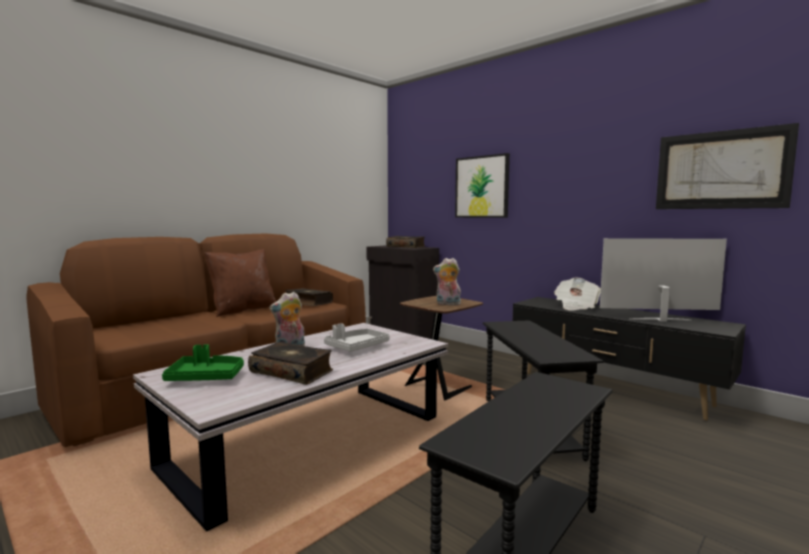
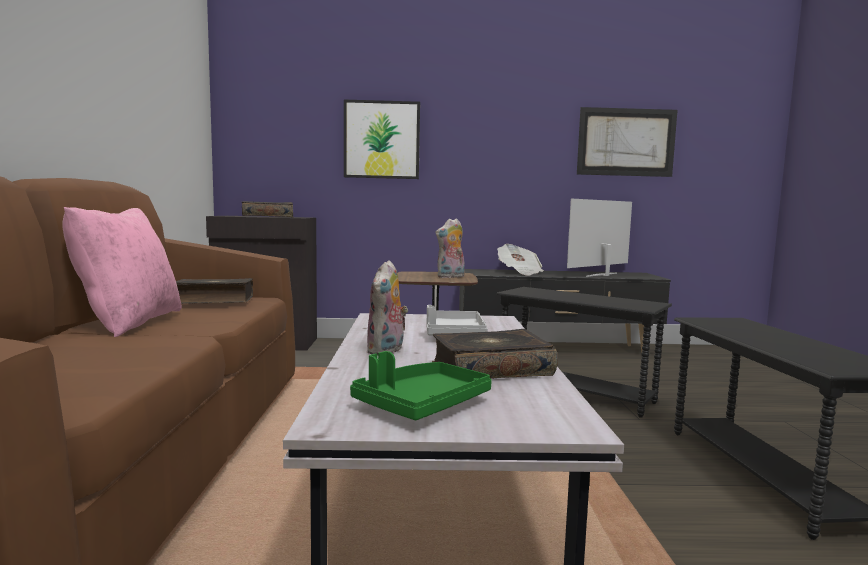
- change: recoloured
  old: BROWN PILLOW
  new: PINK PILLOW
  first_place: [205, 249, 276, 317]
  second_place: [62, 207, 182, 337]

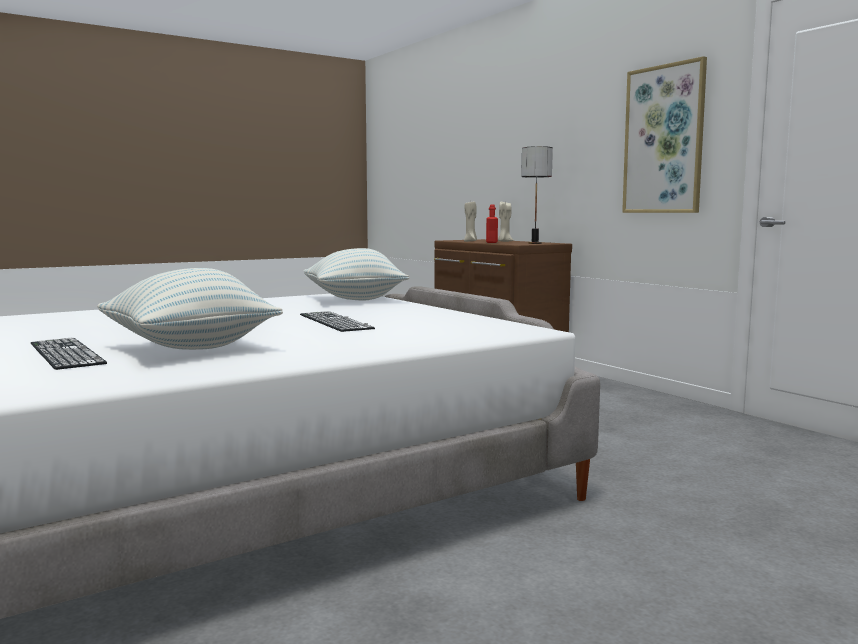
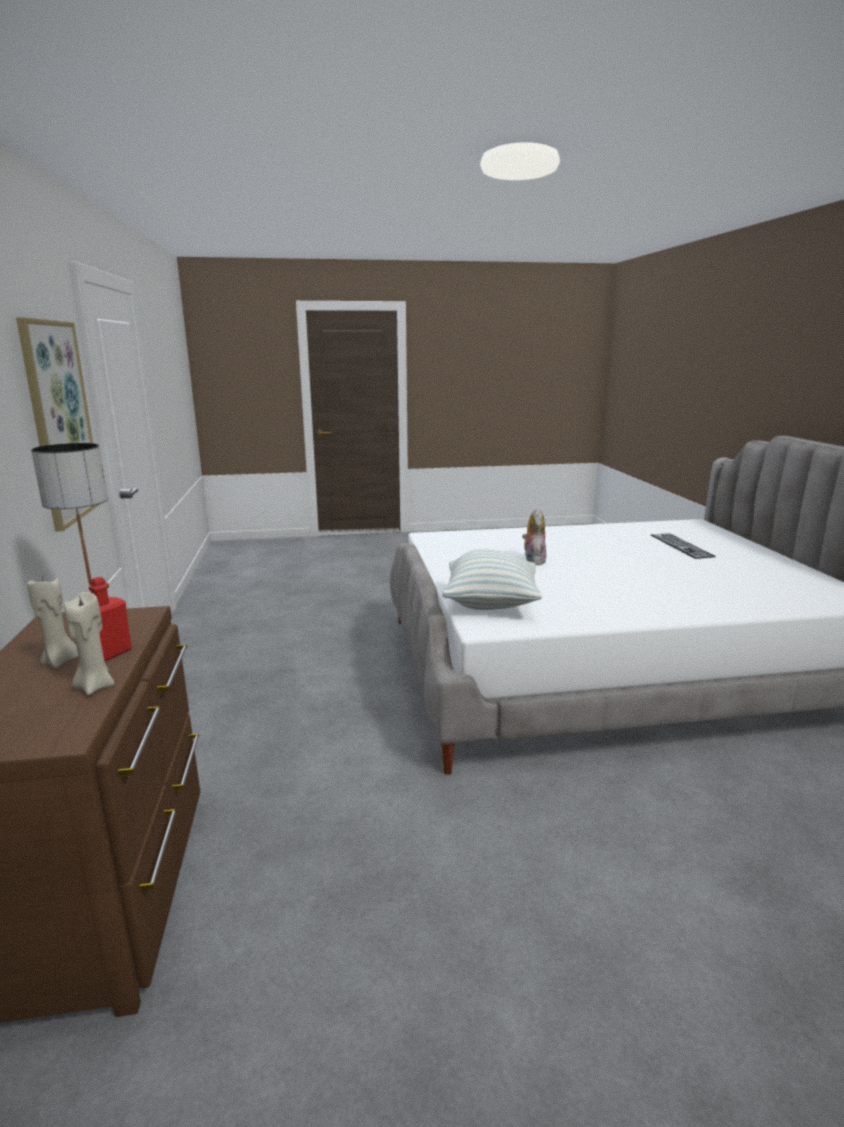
- change: removed
  old: PILLOW
  first_place: [97, 268, 283, 350]
- change: replaced
  old: KEYBOARD
  new: PLUSH TOY
  first_place: [300, 311, 375, 332]
  second_place: [522, 507, 546, 565]

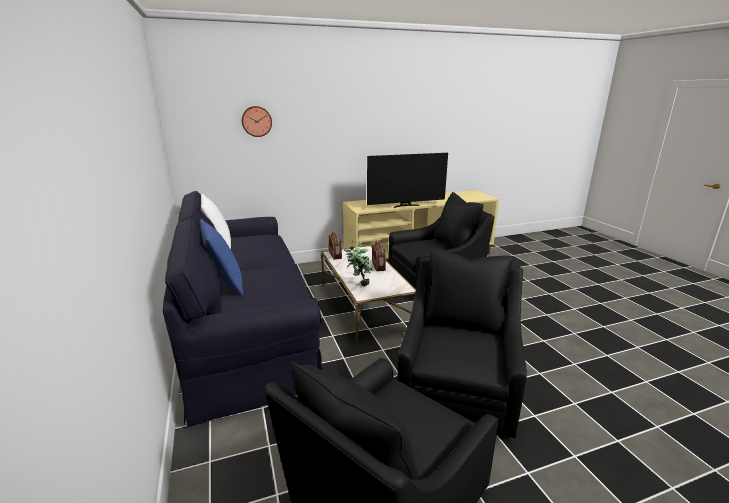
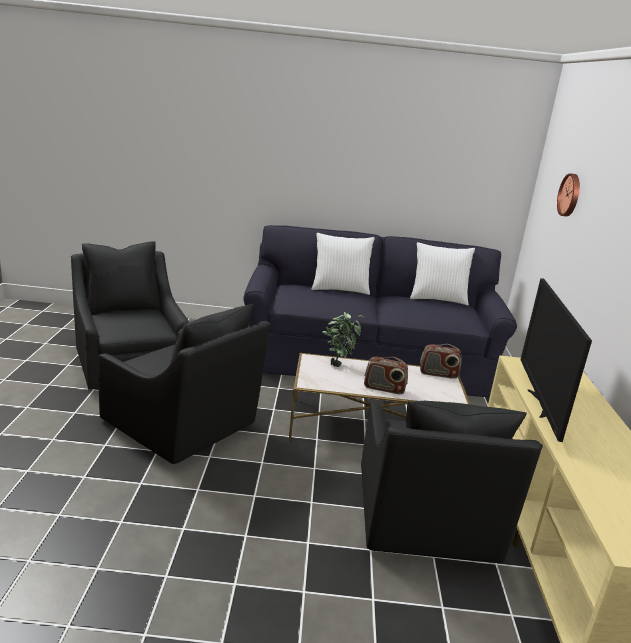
- change: recoloured
  old: BLUE PILLOW
  new: WHITE PILLOW
  first_place: [200, 219, 243, 296]
  second_place: [312, 233, 375, 295]

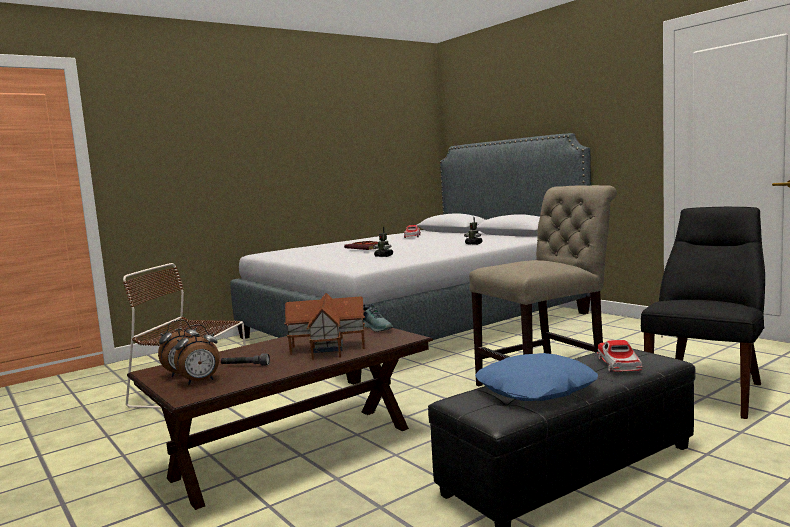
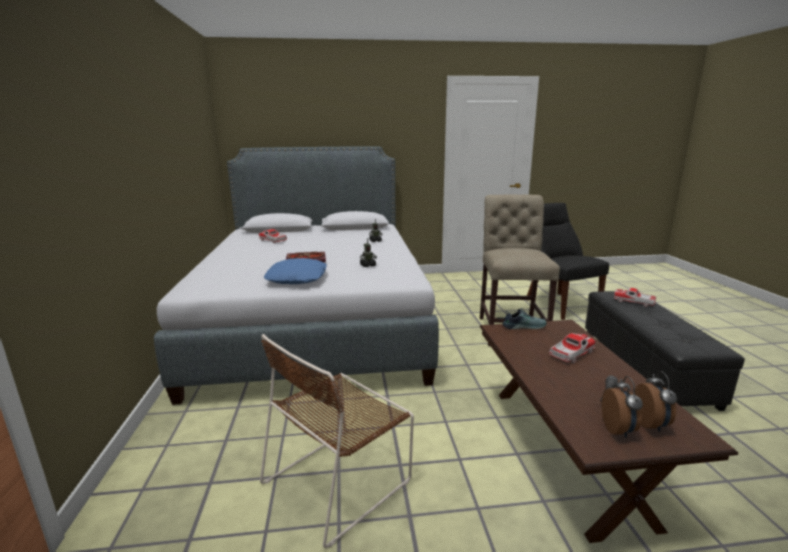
- change: moved
  old: BLUE PILLOW
  first_place: [475, 353, 598, 401]
  second_place: [264, 258, 327, 284]
- change: replaced
  old: TOY HOUSE
  new: TOY CAR
  first_place: [285, 293, 365, 360]
  second_place: [549, 333, 595, 363]

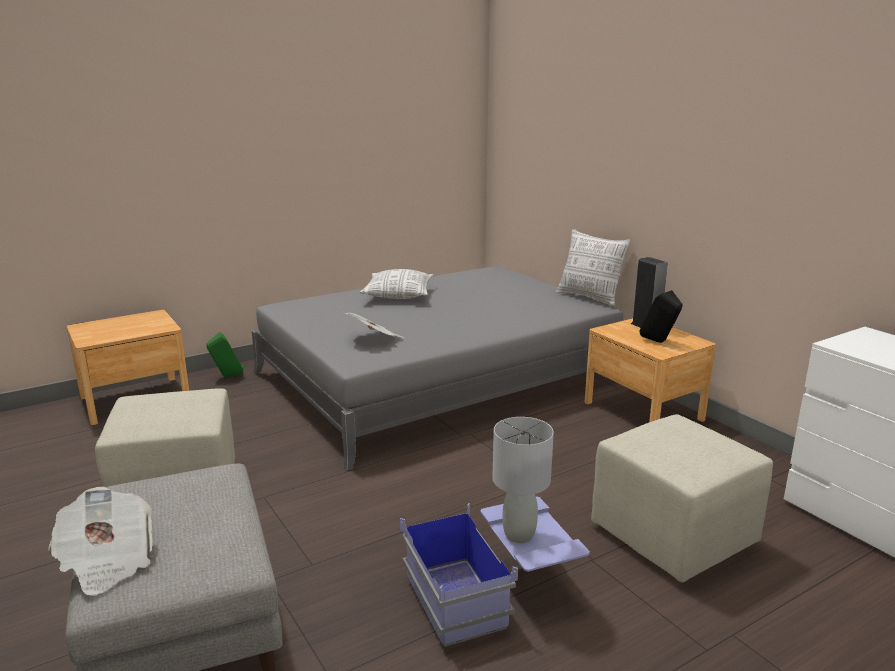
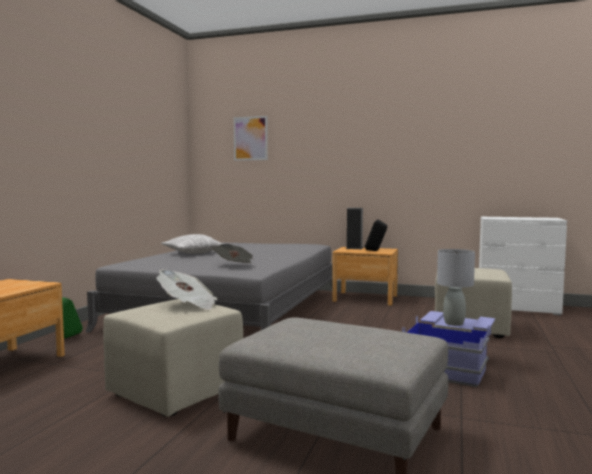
- change: removed
  old: PILLOW
  first_place: [556, 229, 630, 306]
- change: added
  new: PICTURE
  second_place: [234, 116, 268, 161]
- change: moved
  old: NEWSPAPER
  first_place: [48, 487, 153, 596]
  second_place: [156, 269, 218, 310]

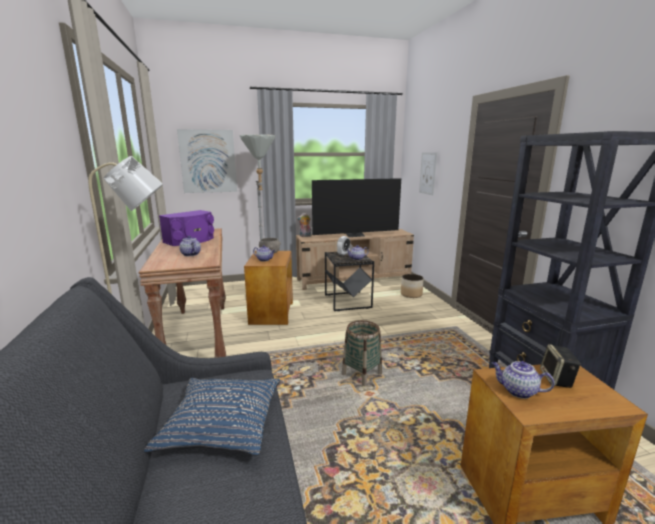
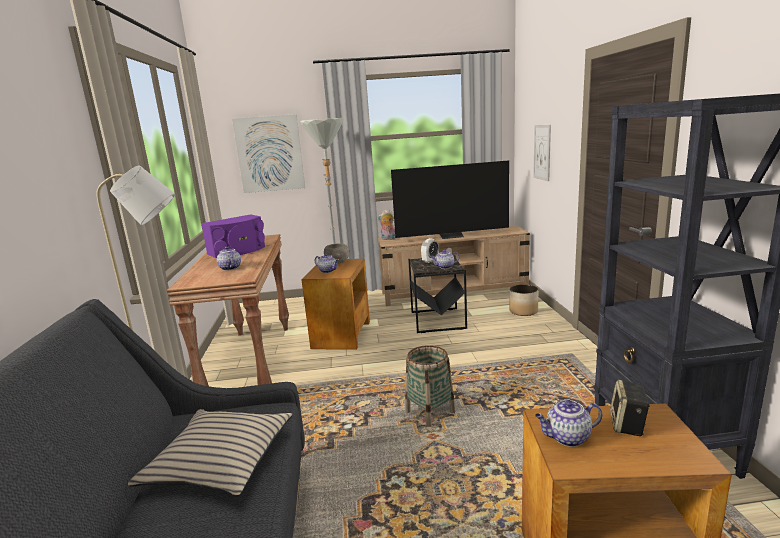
- change: recoloured
  old: BLUE PILLOW
  new: BEIGE PILLOW
  first_place: [144, 378, 280, 456]
  second_place: [128, 409, 293, 496]
- change: turned
  old: TEAPOT
  first_place: [492, 361, 555, 399]
  second_place: [535, 400, 602, 447]
  degrees: -45

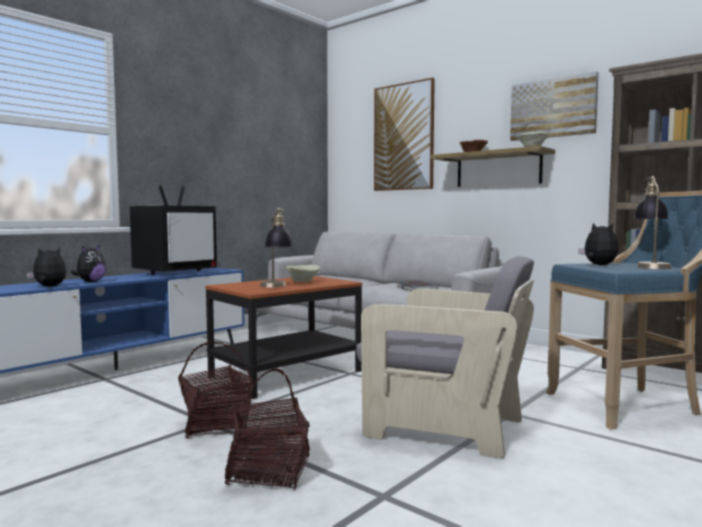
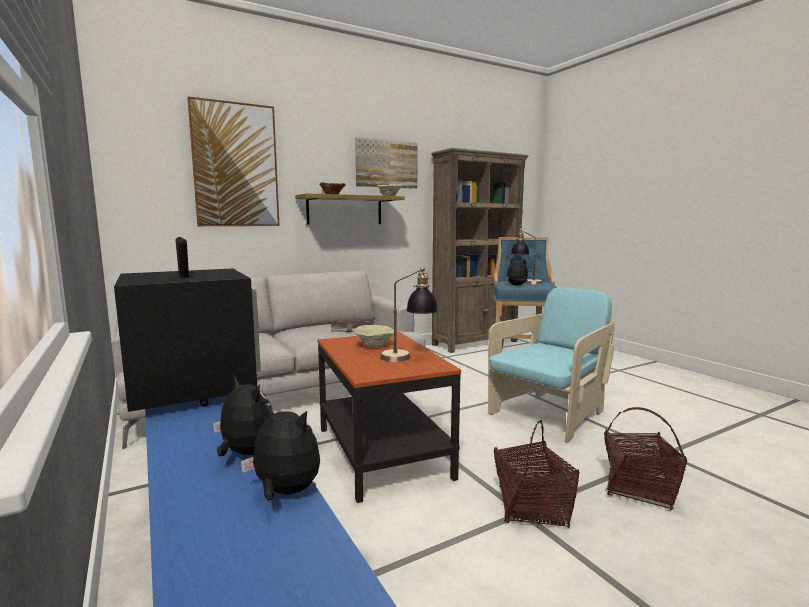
- change: recoloured
  old: GREY ARMCHAIR
  new: TURQUOISE ARMCHAIR
  first_place: [356, 256, 534, 458]
  second_place: [488, 287, 614, 443]
- change: turned
  old: PLUSH TOY
  first_place: [27, 247, 66, 287]
  second_place: [241, 402, 320, 501]
  degrees: 90

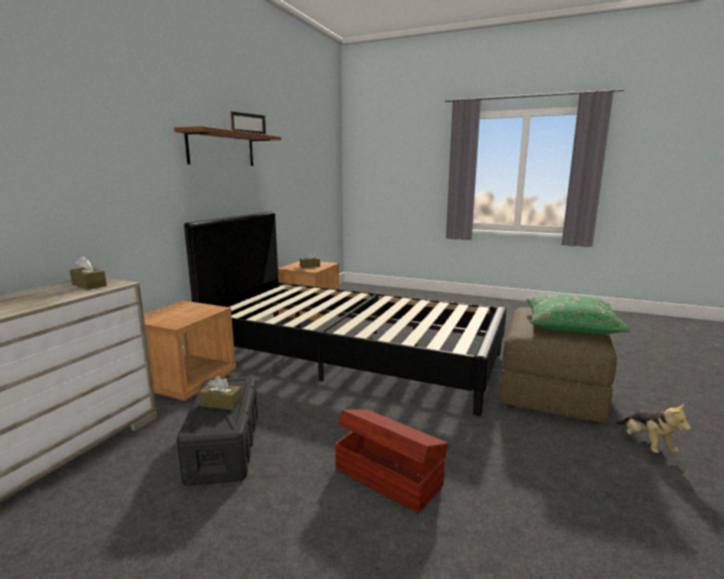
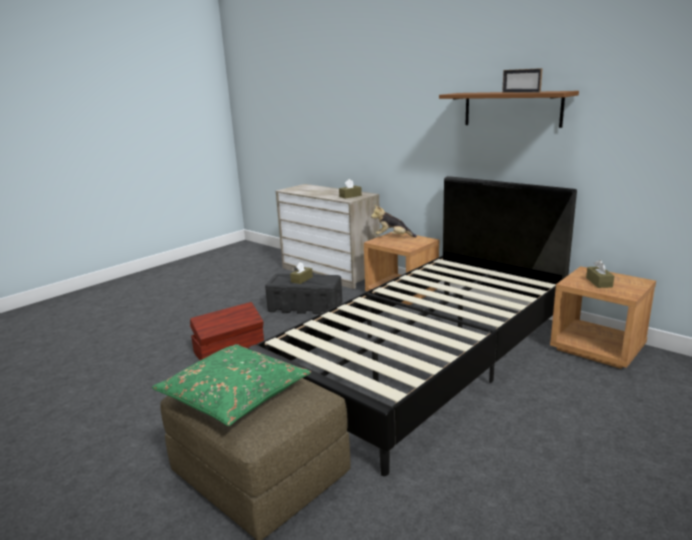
- change: moved
  old: PLUSH TOY
  first_place: [615, 403, 691, 453]
  second_place: [371, 205, 417, 237]

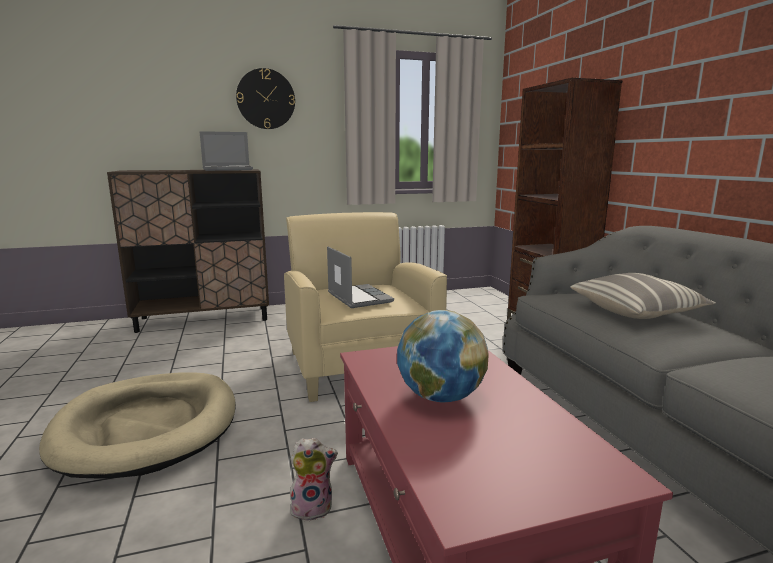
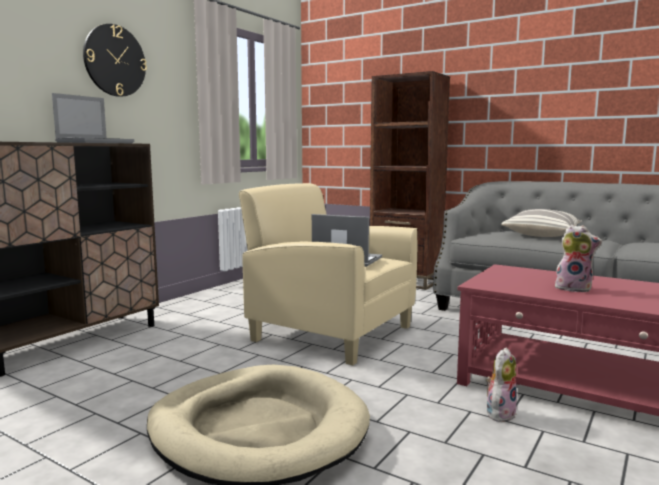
- change: replaced
  old: GLOBE
  new: PLUSH TOY
  first_place: [397, 310, 489, 402]
  second_place: [555, 224, 602, 292]

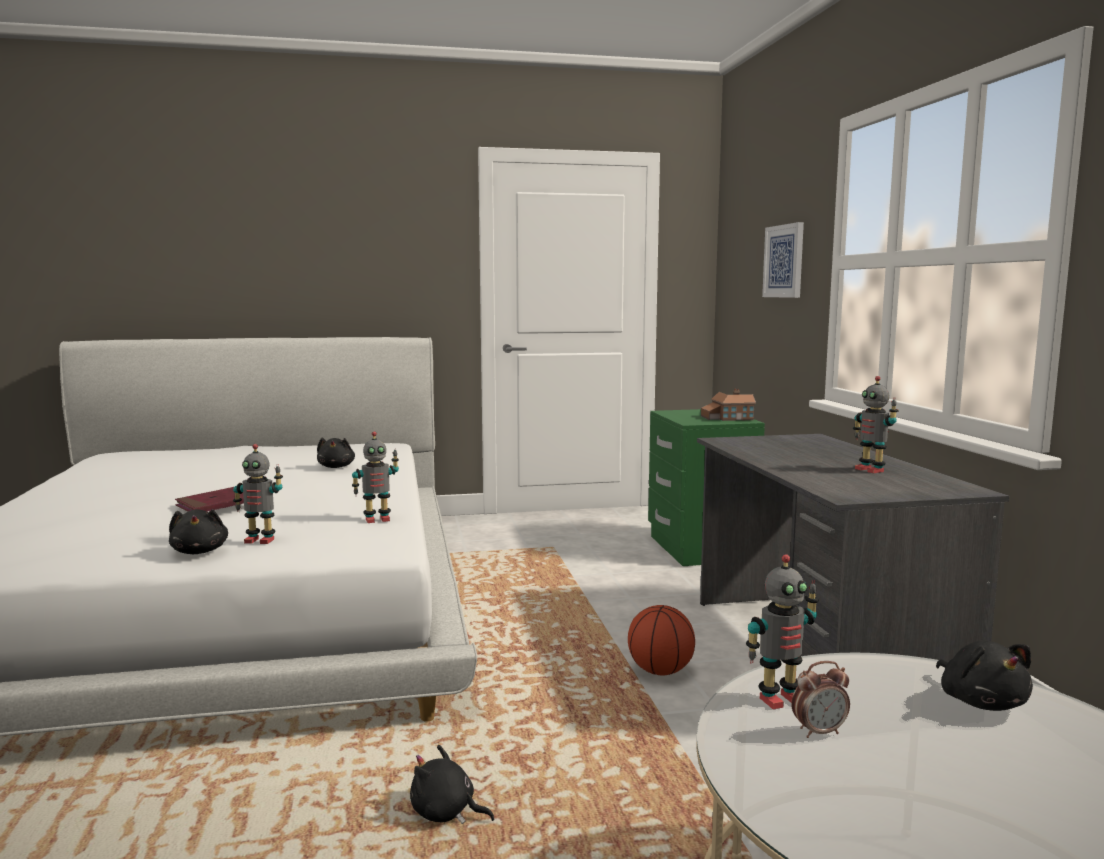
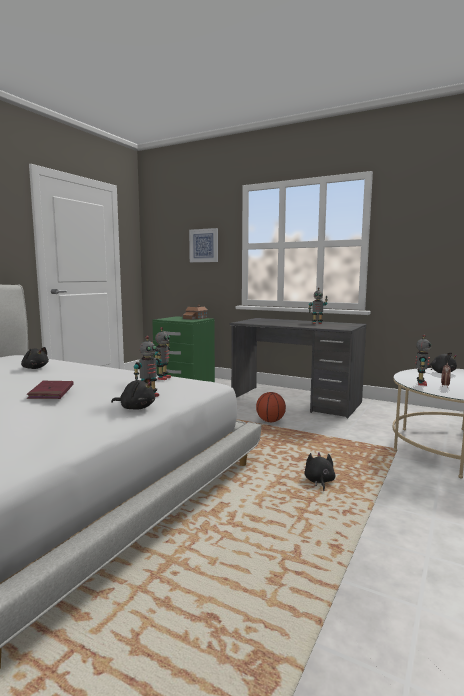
- change: turned
  old: BLACK PLUSH TOY
  first_place: [410, 745, 494, 824]
  second_place: [304, 452, 335, 491]
  degrees: 120

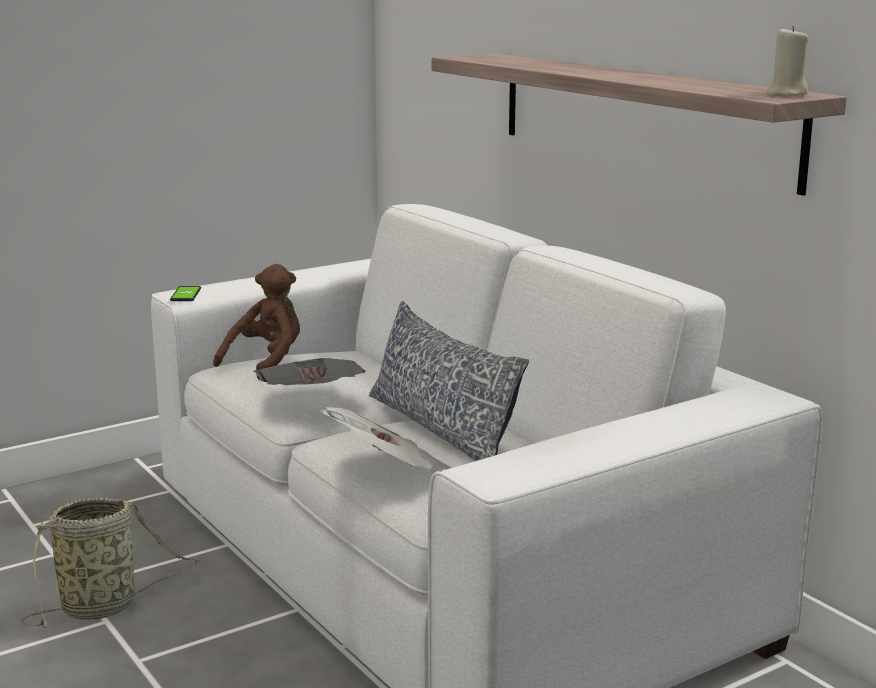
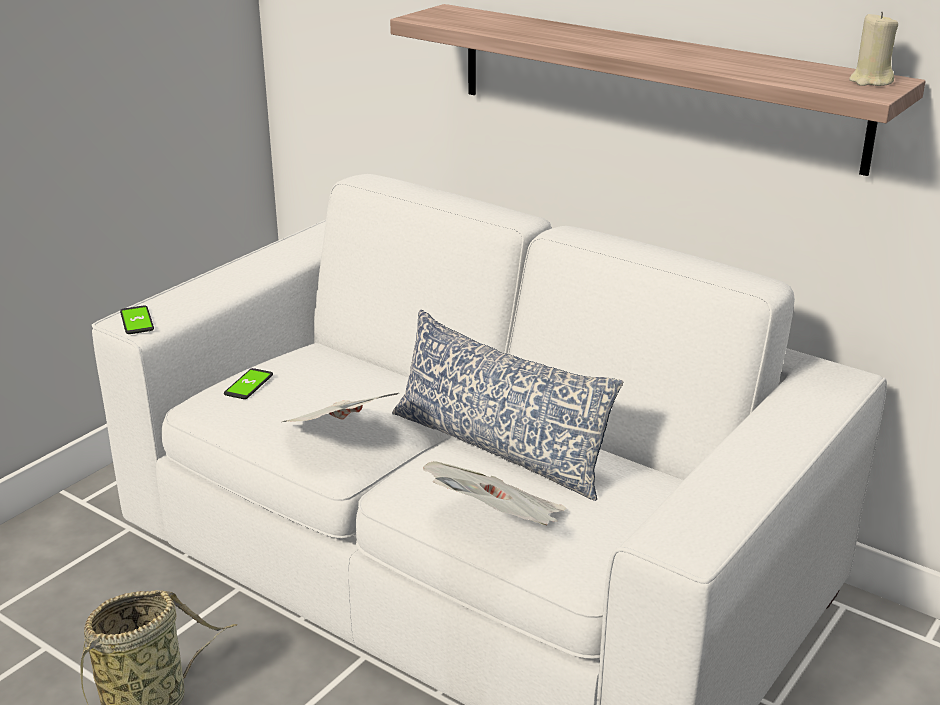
- change: replaced
  old: BROWN PLUSH TOY
  new: PHONE
  first_place: [213, 264, 300, 381]
  second_place: [224, 368, 273, 399]

